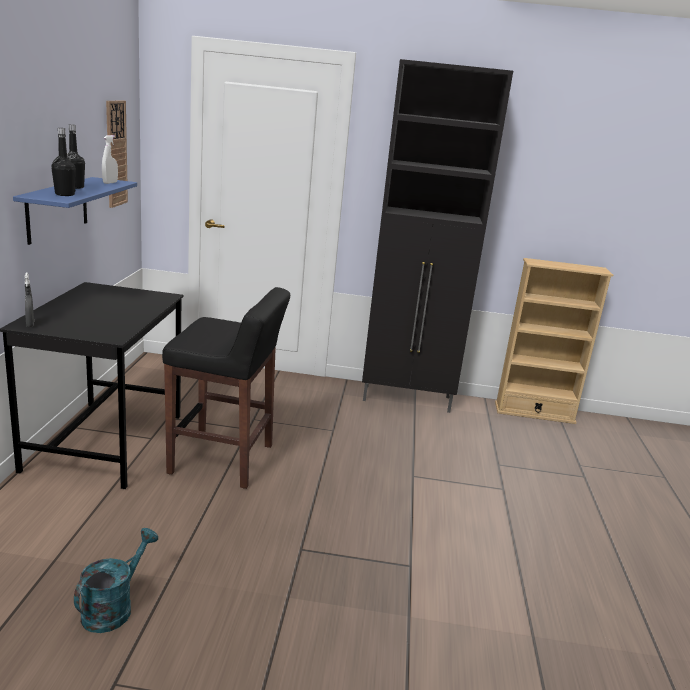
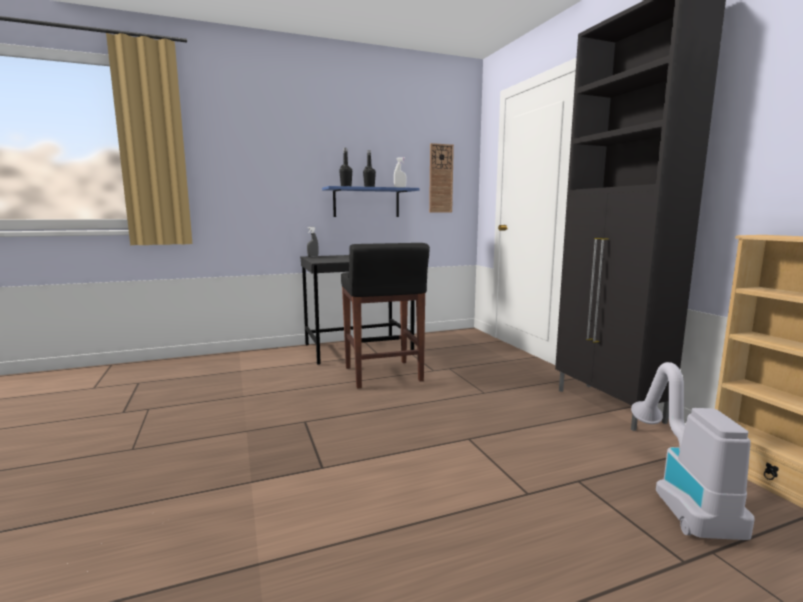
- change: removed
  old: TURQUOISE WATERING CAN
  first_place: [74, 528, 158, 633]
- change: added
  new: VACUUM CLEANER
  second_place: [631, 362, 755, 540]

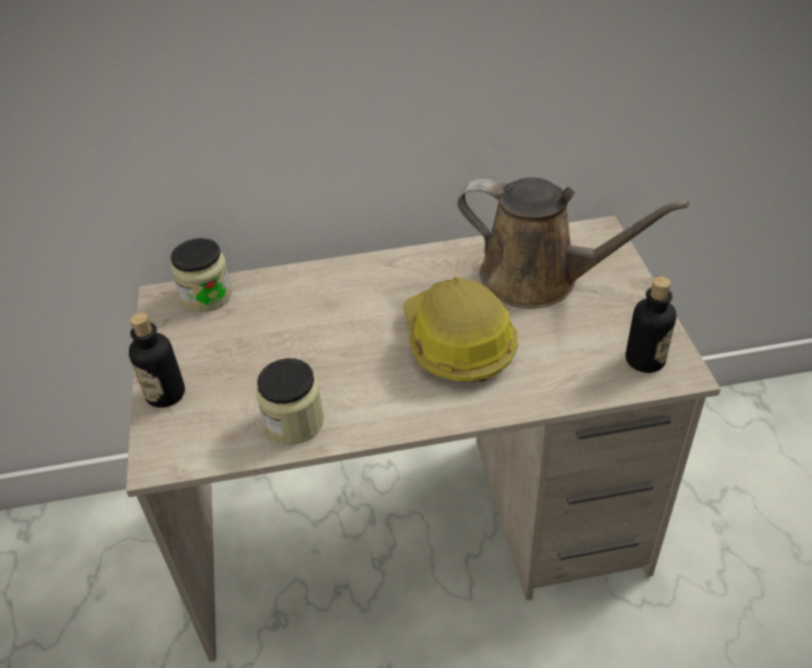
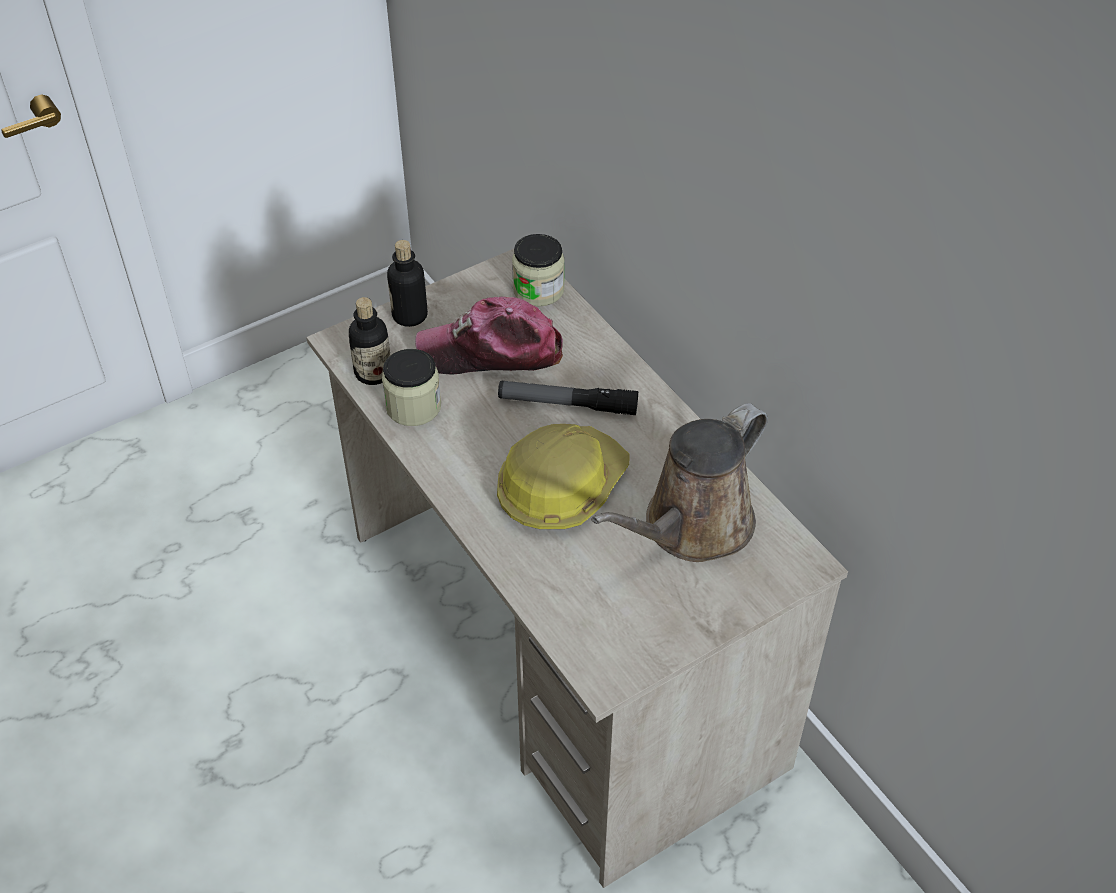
- change: added
  new: CAP
  second_place: [415, 297, 563, 374]
- change: added
  new: FLASHLIGHT
  second_place: [498, 381, 638, 415]
- change: moved
  old: BOTTLE
  first_place: [626, 276, 677, 373]
  second_place: [349, 297, 390, 385]
- change: turned
  old: BROWN WATERING CAN
  first_place: [457, 177, 689, 309]
  second_place: [591, 403, 768, 562]
  degrees: 45

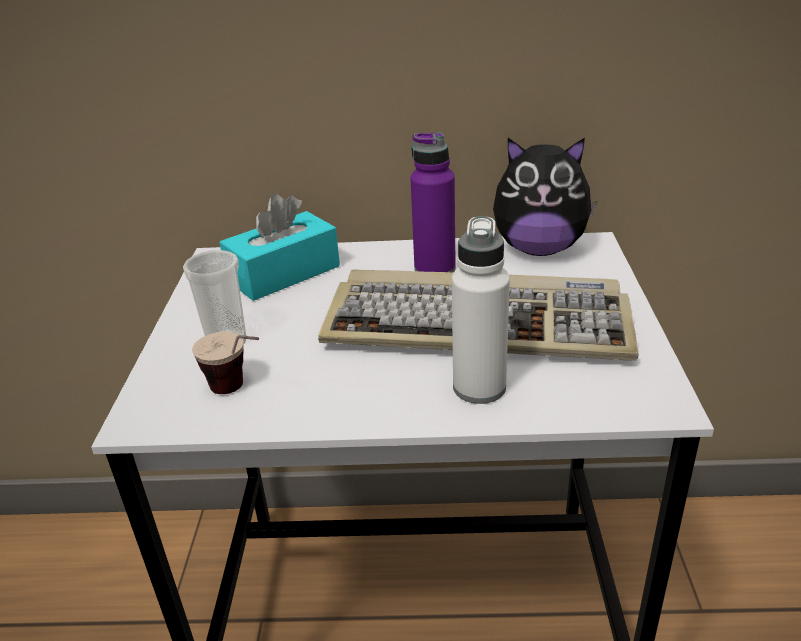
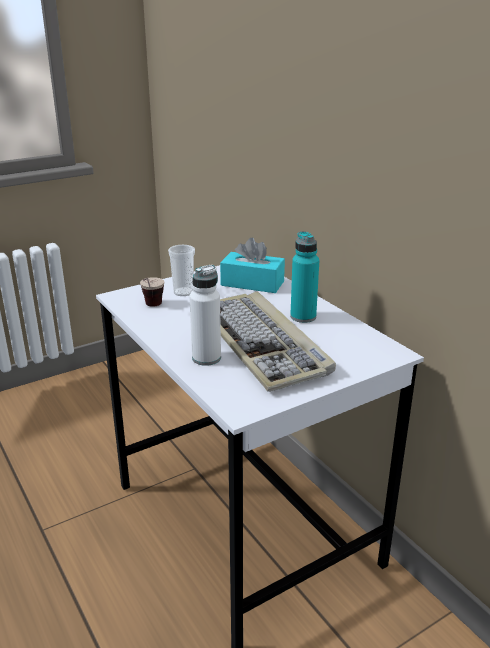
- change: removed
  old: PLUSH TOY
  first_place: [493, 138, 597, 256]
- change: recoloured
  old: PURPLE BOTTLE
  new: TURQUOISE BOTTLE
  first_place: [410, 132, 456, 273]
  second_place: [290, 231, 319, 323]

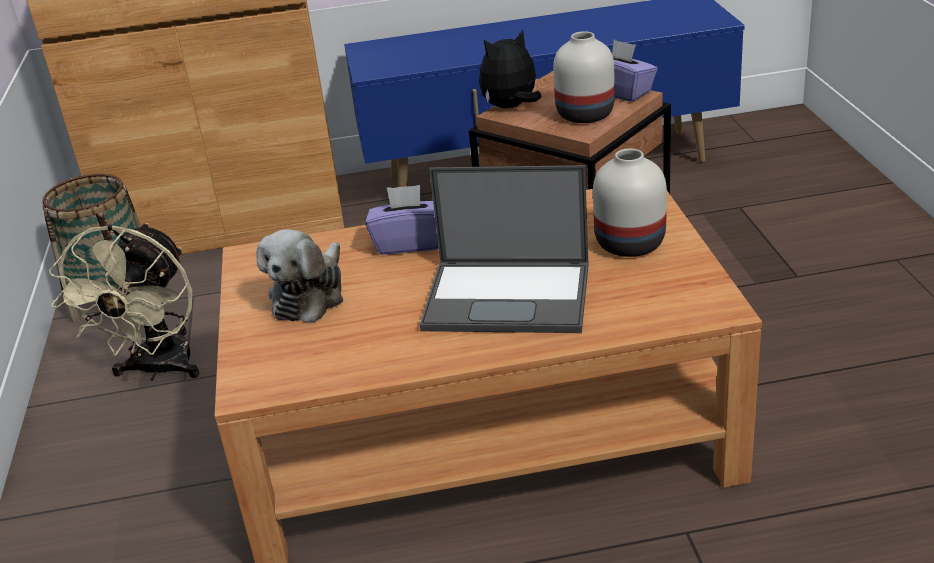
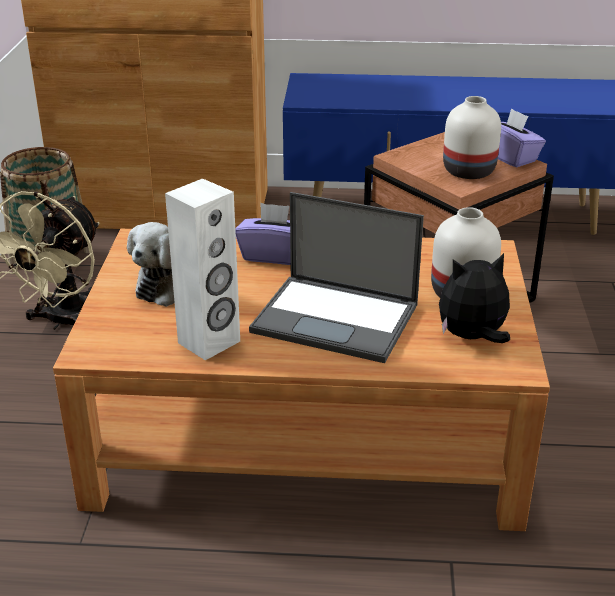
- change: added
  new: WHITE SPEAKER
  second_place: [165, 178, 240, 360]
- change: moved
  old: PLUSH TOY
  first_place: [479, 30, 542, 108]
  second_place: [439, 253, 510, 343]

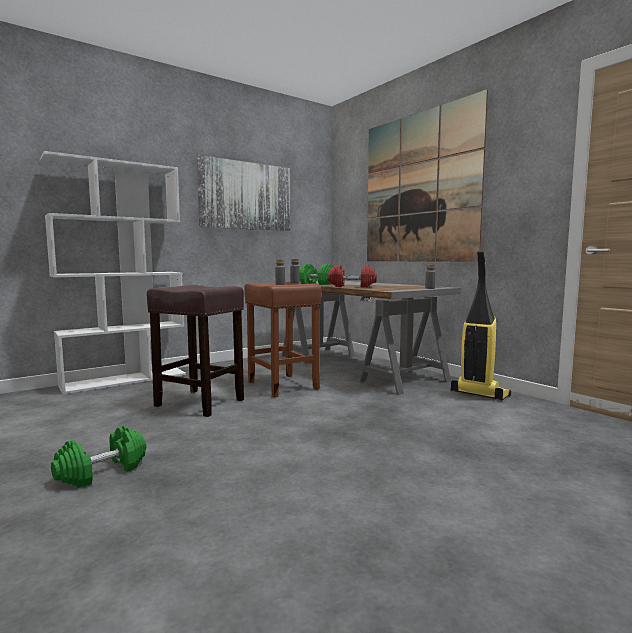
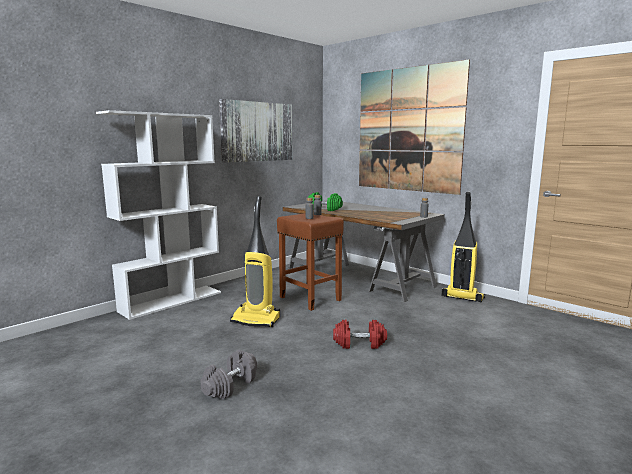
- change: moved
  old: RED DUMBBELL
  first_place: [328, 265, 377, 287]
  second_place: [333, 320, 387, 349]
- change: replaced
  old: BROWN STOOL
  new: VACUUM CLEANER
  first_place: [147, 285, 244, 417]
  second_place: [230, 196, 280, 327]
- change: recoloured
  old: GREEN DUMBBELL
  new: GREY DUMBBELL
  first_place: [51, 426, 146, 488]
  second_place: [201, 350, 257, 399]

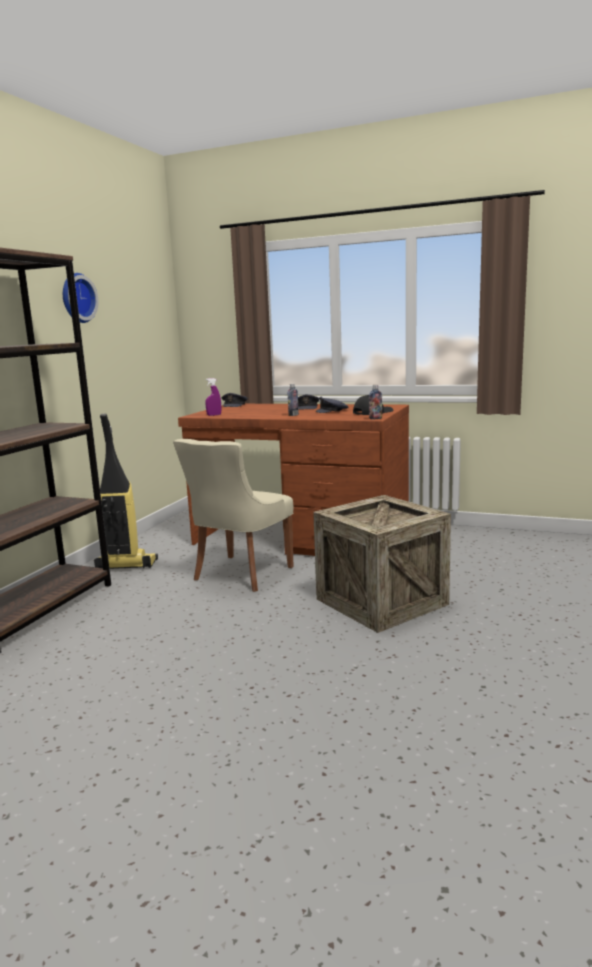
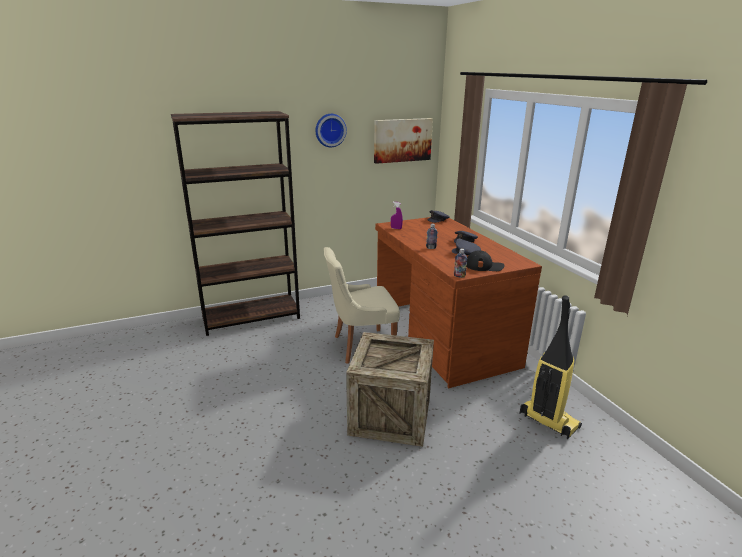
- change: added
  new: PICTURE
  second_place: [374, 118, 433, 164]
- change: moved
  old: VACUUM CLEANER
  first_place: [94, 413, 158, 569]
  second_place: [519, 295, 582, 439]

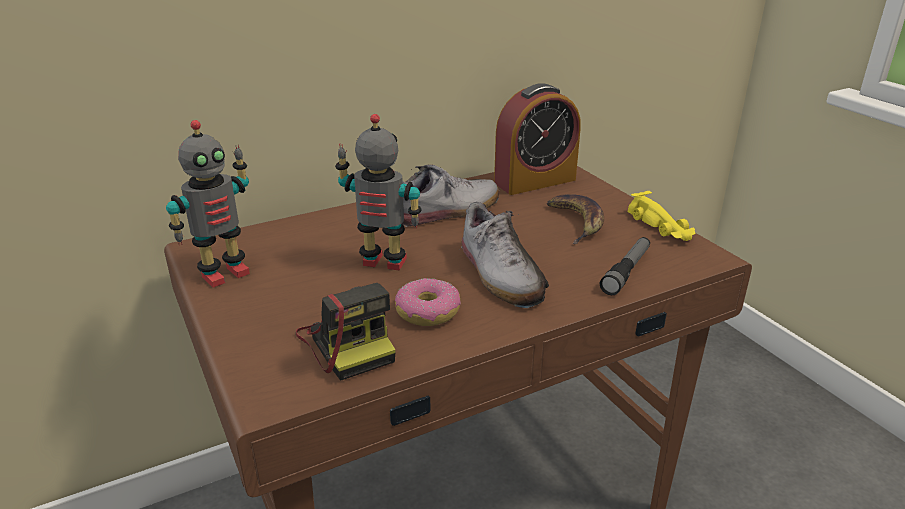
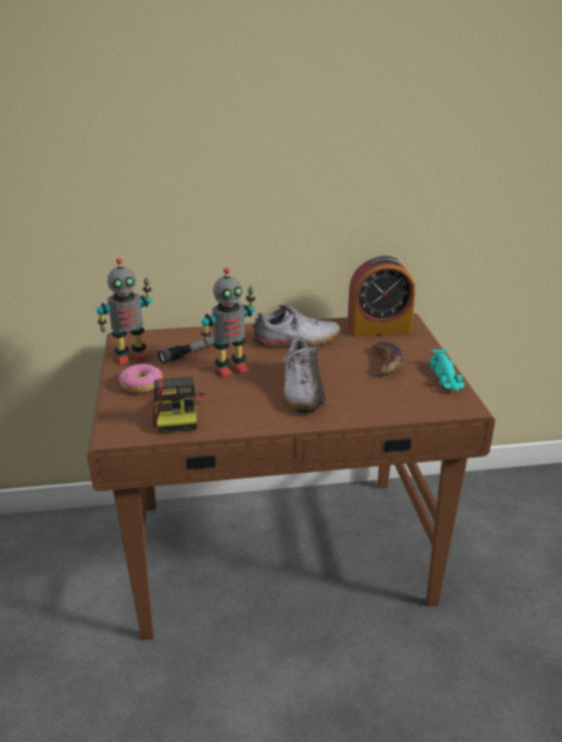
- change: moved
  old: DONUT
  first_place: [395, 278, 461, 326]
  second_place: [119, 364, 163, 393]
- change: moved
  old: FLASHLIGHT
  first_place: [600, 237, 650, 295]
  second_place: [158, 335, 215, 364]
- change: recoloured
  old: YELLOW TOY CAR
  new: TURQUOISE TOY CAR
  first_place: [628, 191, 695, 241]
  second_place: [430, 349, 465, 392]
- change: turned
  old: TOY ROBOT
  first_place: [335, 114, 422, 270]
  second_place: [201, 267, 255, 377]
  degrees: 120

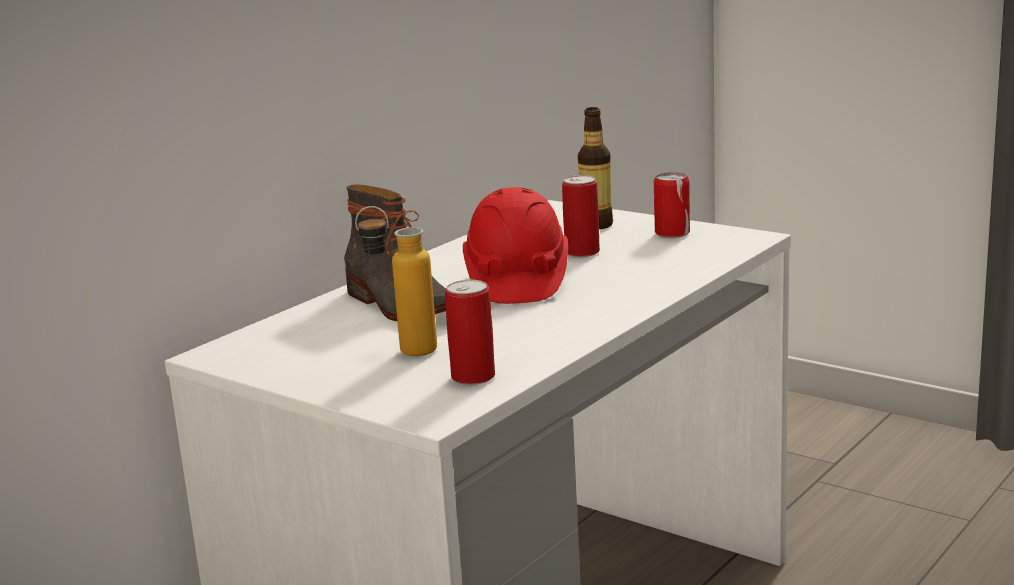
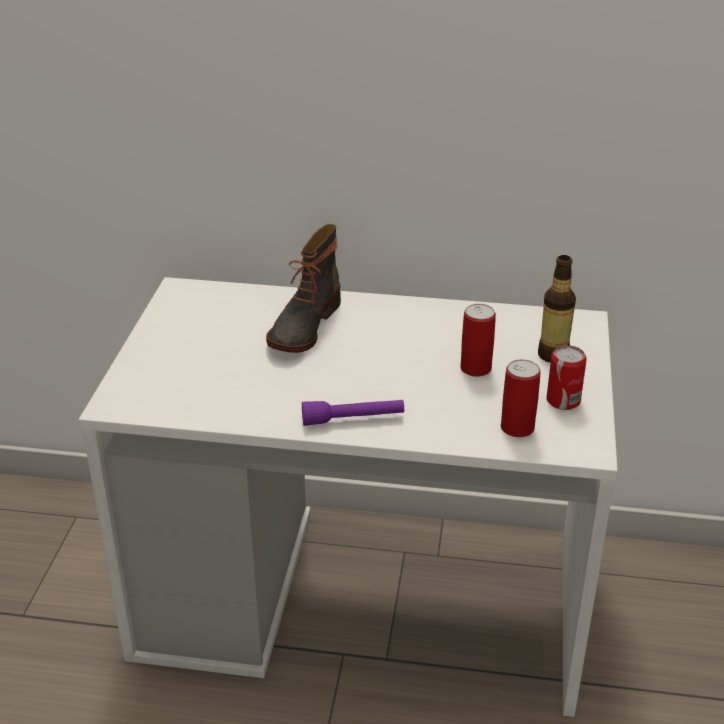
- change: removed
  old: BOTTLE
  first_place: [355, 206, 437, 356]
- change: removed
  old: RED HARD HAT
  first_place: [463, 187, 568, 304]
- change: added
  new: PURPLE FLASHLIGHT
  second_place: [302, 400, 404, 426]
- change: moved
  old: CAN
  first_place: [445, 280, 495, 385]
  second_place: [501, 359, 541, 437]

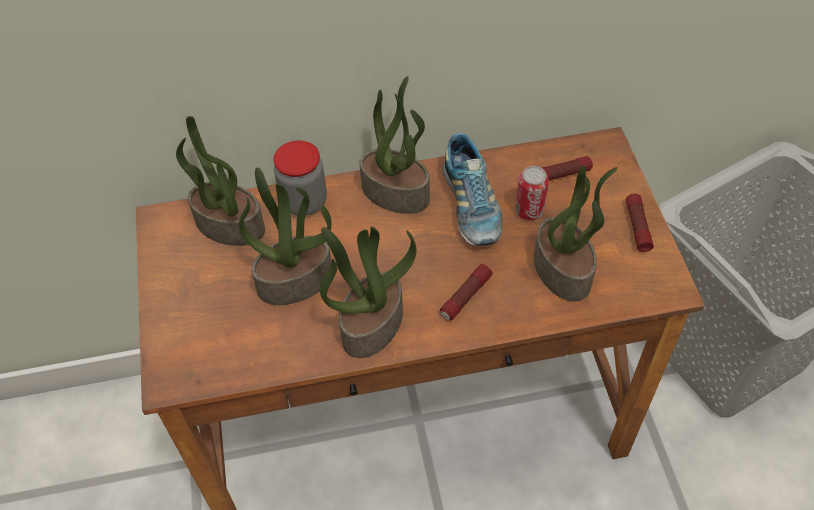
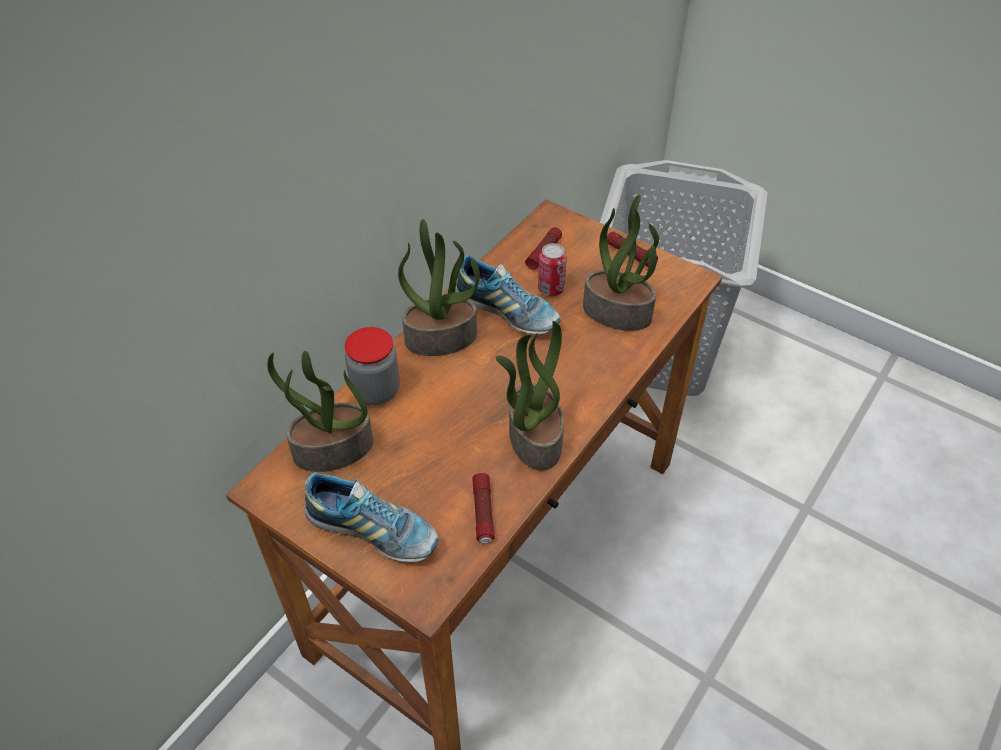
- change: removed
  old: POTTED PLANT
  first_place: [239, 167, 332, 305]
- change: added
  new: SHOE
  second_place: [305, 472, 439, 562]
- change: moved
  old: FLASHLIGHT
  first_place: [440, 264, 493, 320]
  second_place: [472, 473, 495, 544]

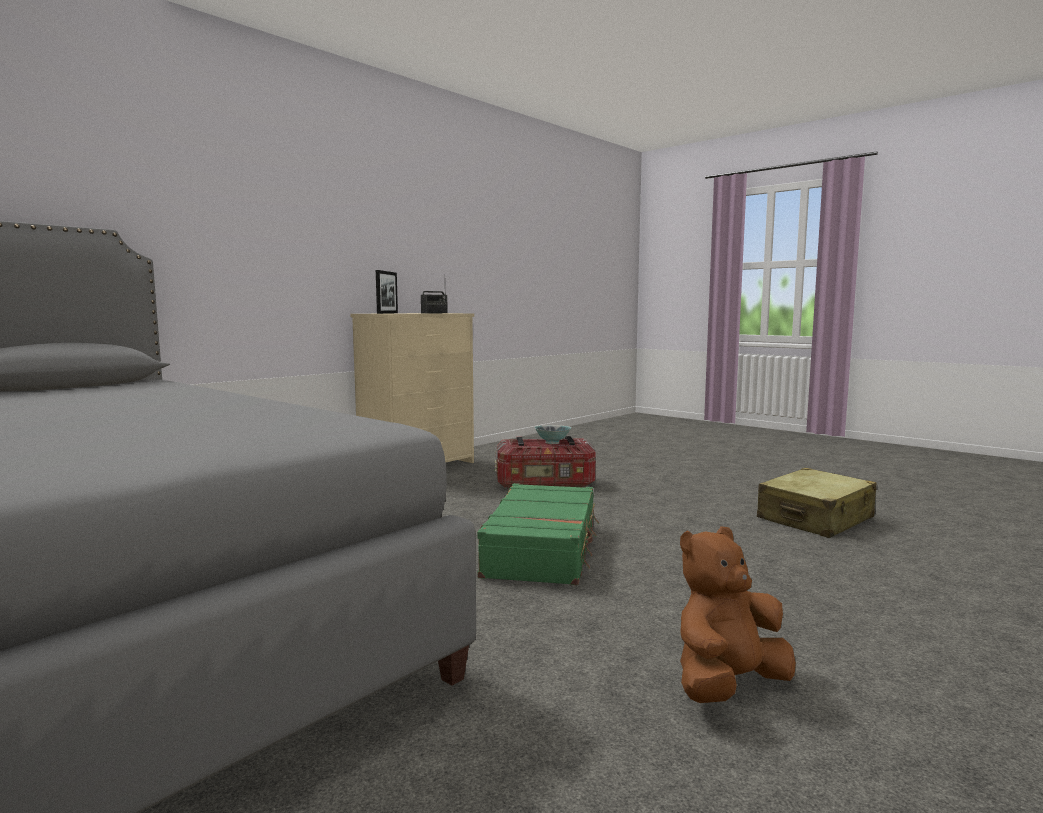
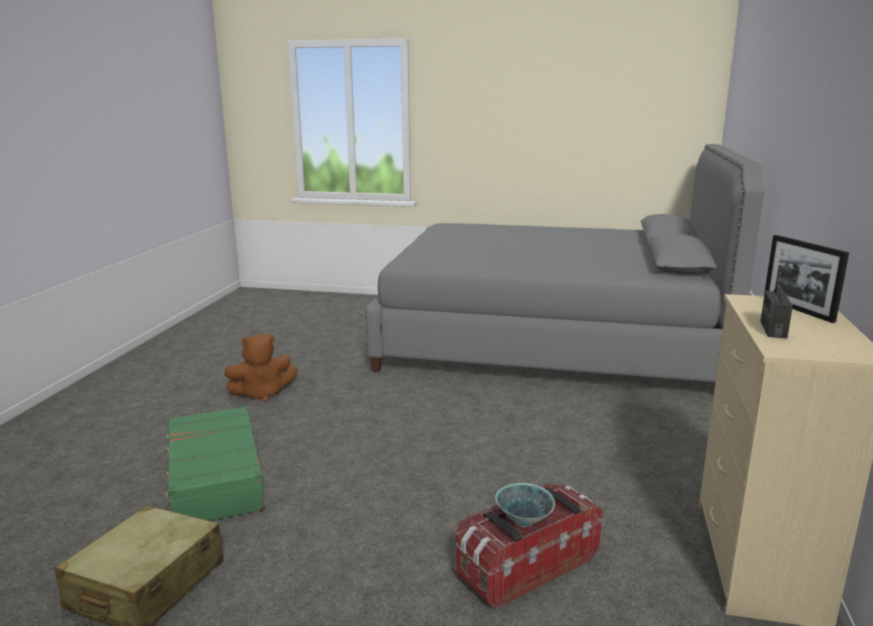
- change: moved
  old: GREEN SUITCASE
  first_place: [477, 483, 599, 585]
  second_place: [164, 406, 265, 521]
- change: turned
  old: BROWN PLUSH TOY
  first_place: [680, 526, 796, 703]
  second_place: [224, 333, 298, 402]
  degrees: 45

